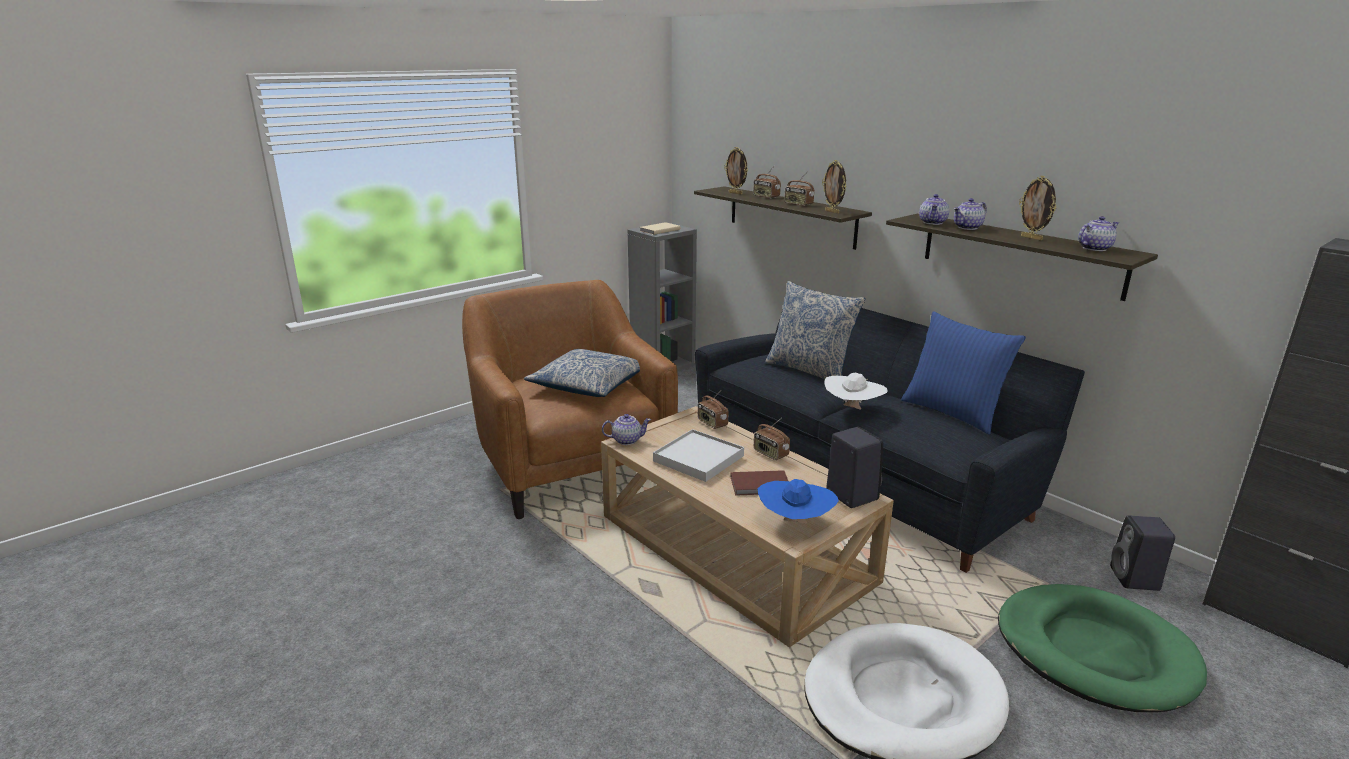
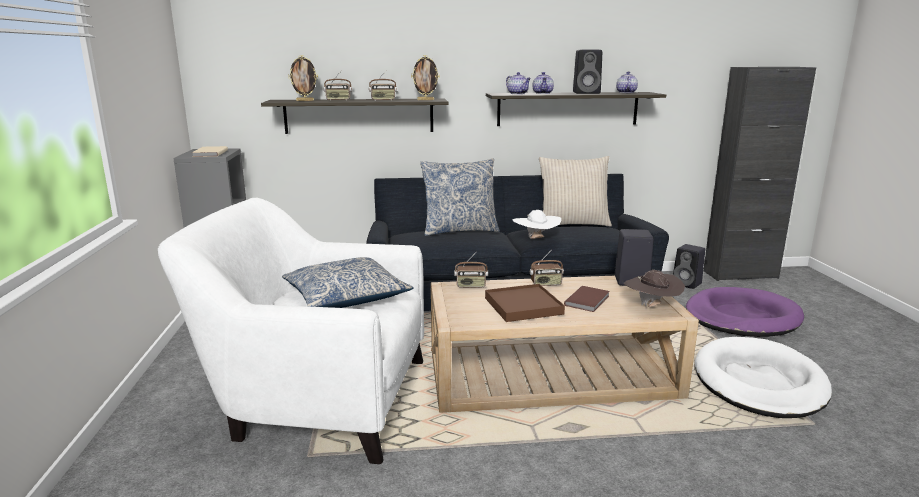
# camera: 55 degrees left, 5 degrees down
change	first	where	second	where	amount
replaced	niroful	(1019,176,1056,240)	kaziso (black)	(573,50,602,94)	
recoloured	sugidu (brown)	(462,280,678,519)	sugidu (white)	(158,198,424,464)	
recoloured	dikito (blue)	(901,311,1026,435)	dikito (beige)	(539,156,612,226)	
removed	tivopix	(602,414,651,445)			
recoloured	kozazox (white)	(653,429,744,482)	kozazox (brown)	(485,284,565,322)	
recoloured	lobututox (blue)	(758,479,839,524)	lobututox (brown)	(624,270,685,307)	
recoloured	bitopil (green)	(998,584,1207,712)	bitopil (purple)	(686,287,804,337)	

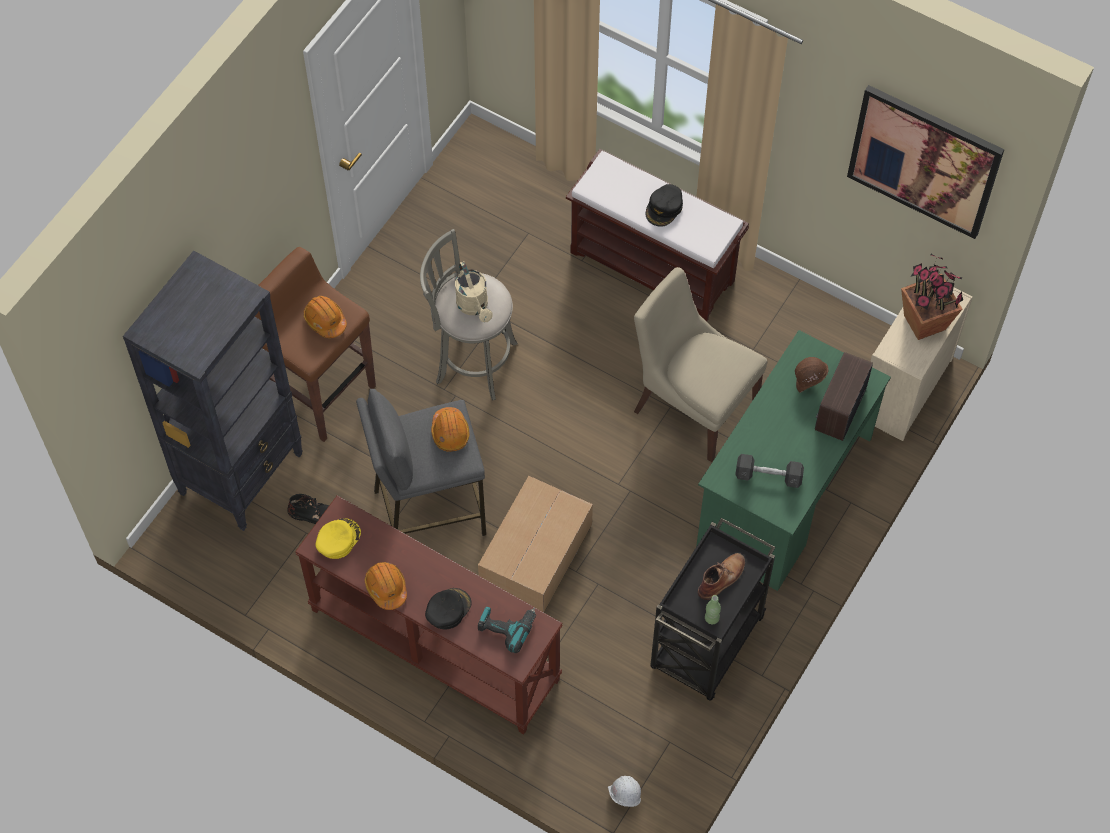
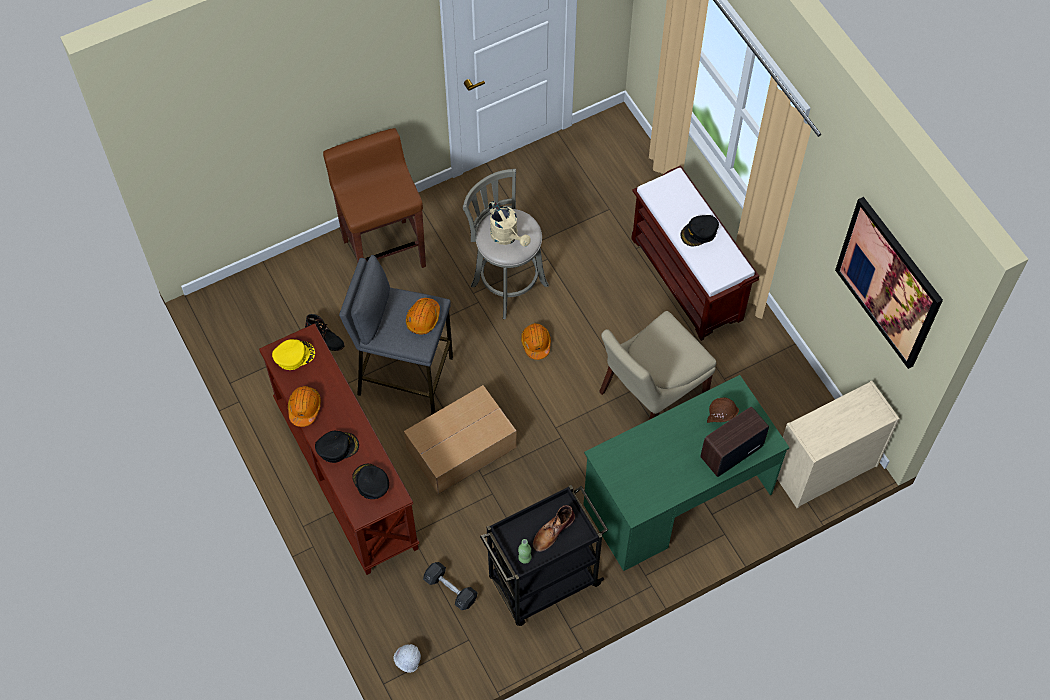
# camera: 30 degrees right, 0 degrees up
change	first	where	second	where	amount
removed	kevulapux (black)	(123,251,303,531)			
removed	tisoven	(901,254,963,340)			
turned	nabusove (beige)	(455,261,493,322)		(489,201,531,247)	45 degrees counterclockwise
turned	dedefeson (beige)	(634,267,767,462)		(599,311,716,420)	105 degrees counterclockwise
moved	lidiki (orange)	(303,296,347,338)		(521,323,551,360)	
moved	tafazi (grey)	(735,454,804,488)		(423,562,477,610)	
turned	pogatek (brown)	(698,553,745,600)		(533,505,575,552)	150 degrees clockwise
replaced	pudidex	(478,607,536,653)	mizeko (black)	(352,464,389,499)	

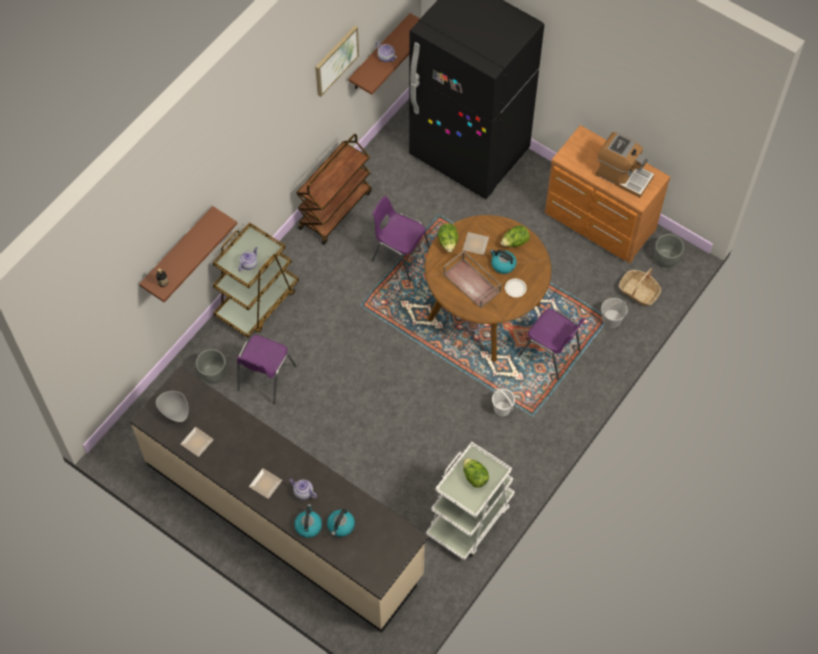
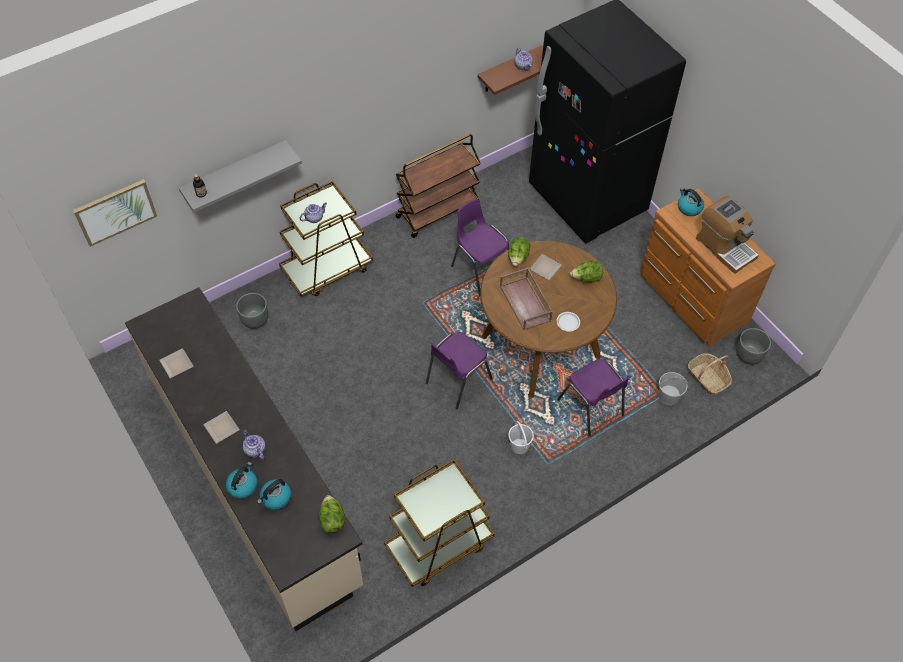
# camera: 20 degrees right, 5 degrees down
change	first	where	second	where	amount
moved	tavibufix	(315,26,359,97)		(73,179,157,247)	
recoloured	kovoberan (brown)	(139,206,237,302)	kovoberan (grey)	(179,140,302,213)	
moved	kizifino	(490,249,517,274)		(678,188,704,216)	
moved	dedefeson (purple)	(236,335,296,405)		(426,332,493,409)	
removed	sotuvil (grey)	(156,391,189,422)			
recoloured	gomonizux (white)	(426,442,515,561)	gomonizux (brown)	(384,459,495,587)	
moved	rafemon	(463,458,489,488)		(318,495,345,533)	

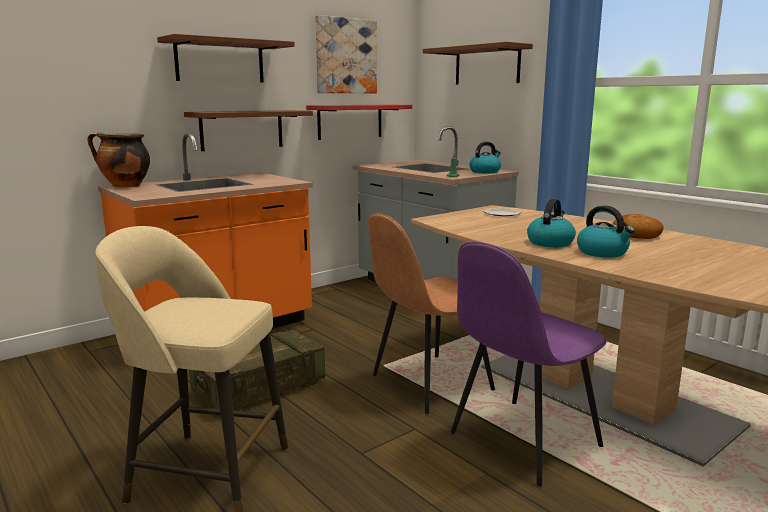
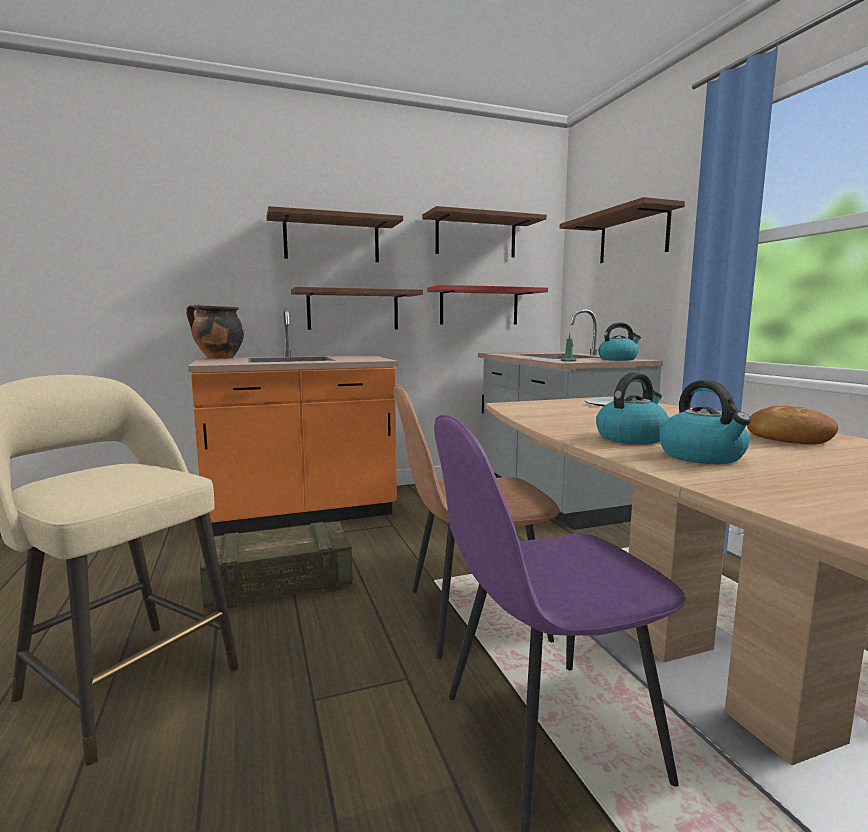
# camera: 20 degrees right, 5 degrees down
change	first	where	second	where	amount
replaced	tavibufix	(315,15,377,93)	kovoberan (brown)	(422,206,547,258)	

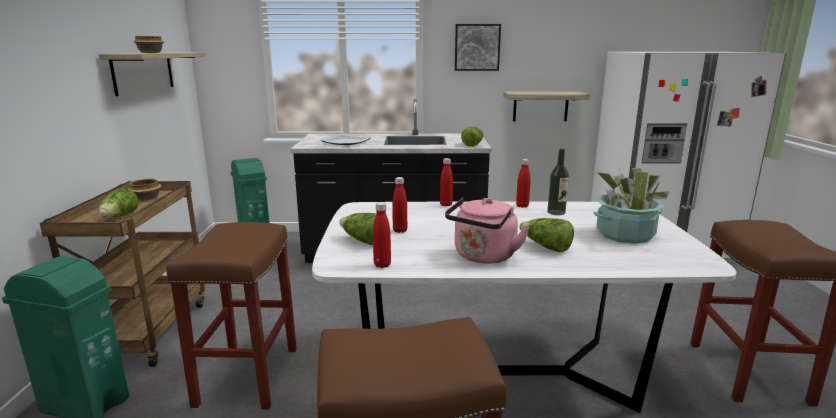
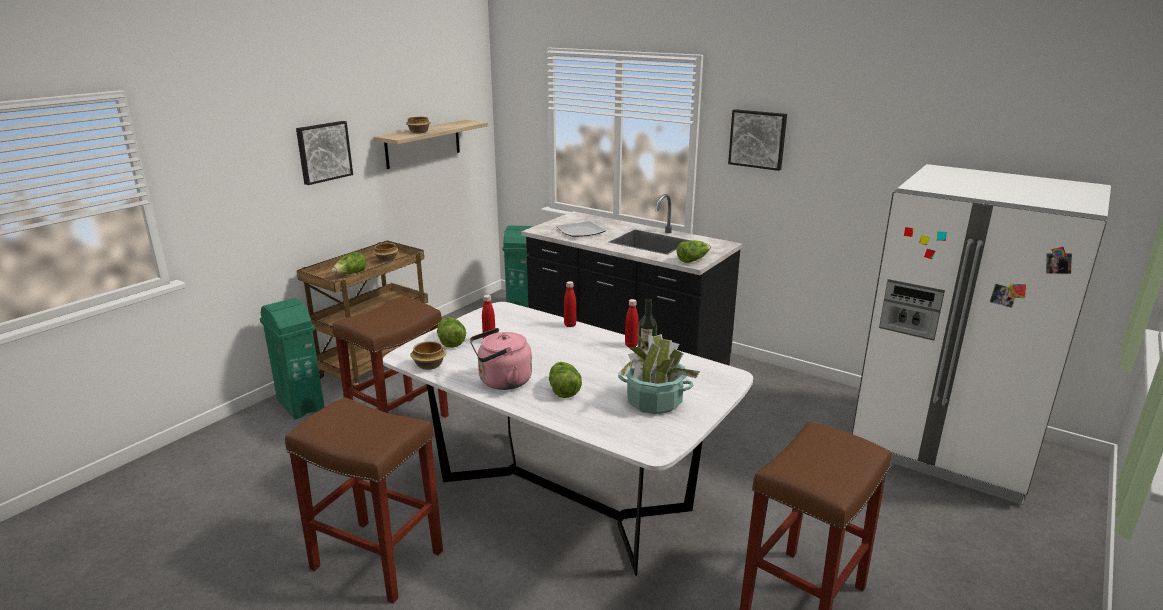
# camera: 35 degrees right, 5 degrees up
change	first	where	second	where	amount
removed	kovoberan	(503,92,590,121)			
replaced	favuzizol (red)	(373,202,391,268)	sotuvil	(410,341,446,370)	
added			tavibufix	(296,121,353,185)	

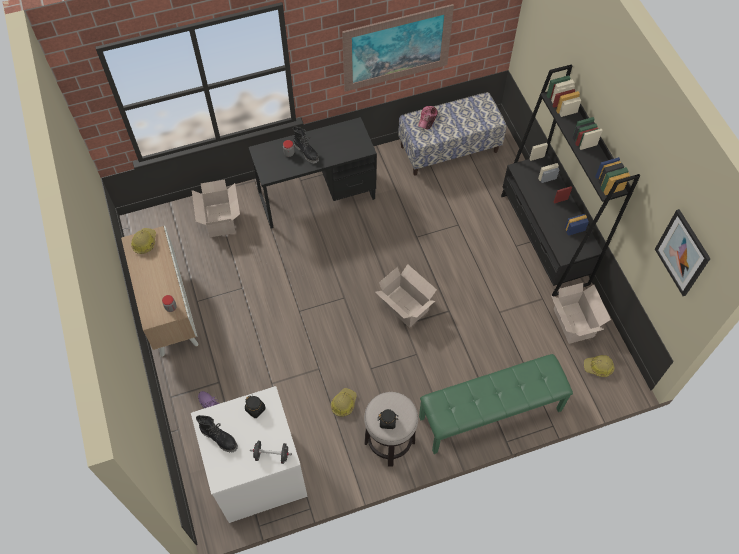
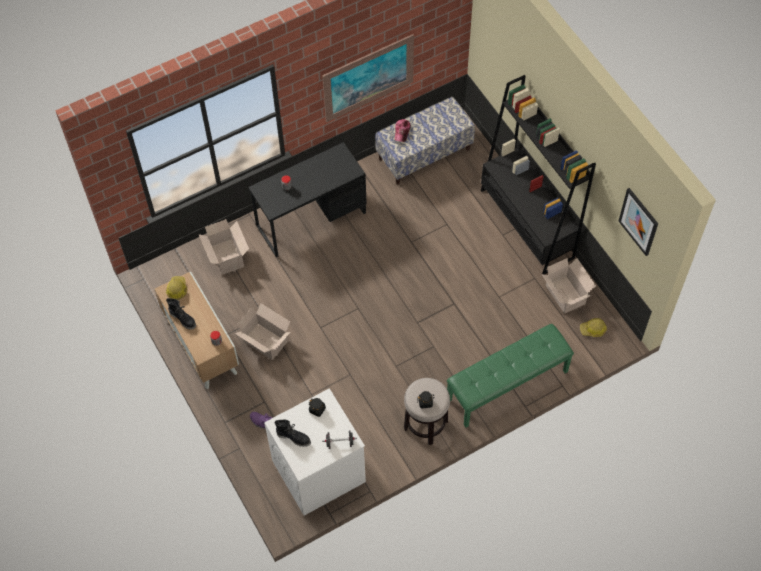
# camera: 10 degrees left, 0 degrees up
change	first	where	second	where	amount
moved	pogatek (black)	(293,126,319,164)		(166,298,196,330)	
moved	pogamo	(375,264,437,327)		(235,303,290,360)	
removed	lidiki	(331,388,357,417)			

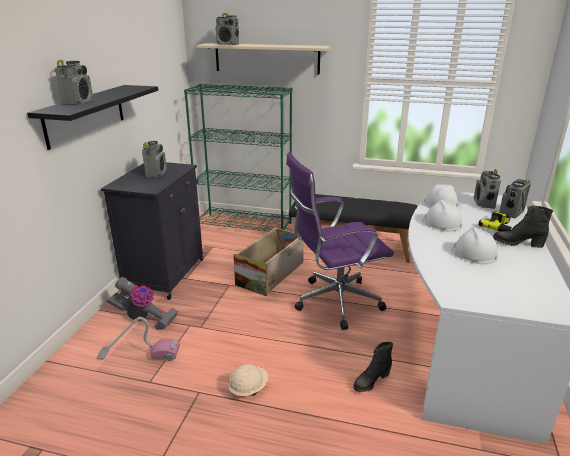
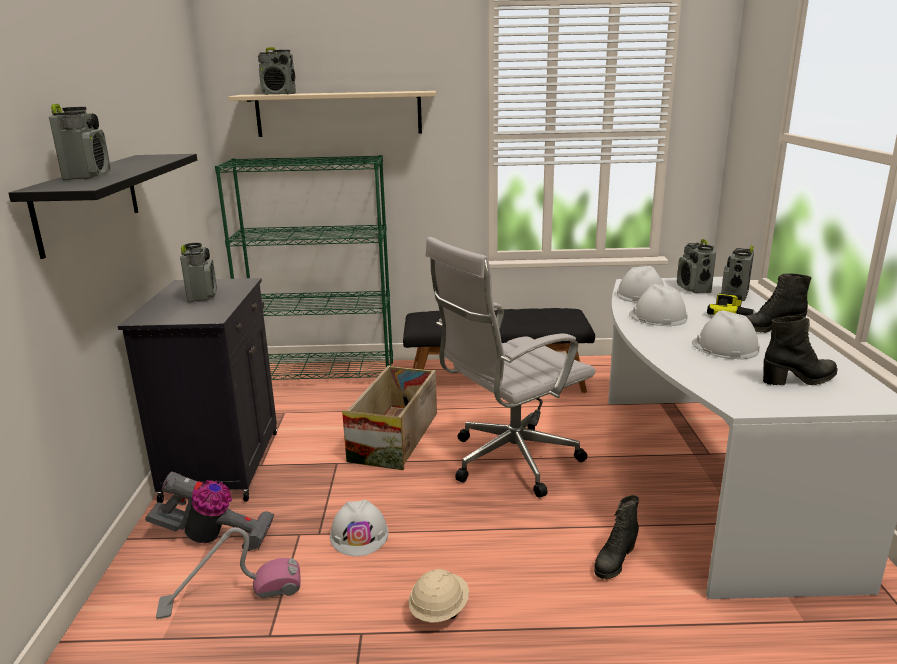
# camera: 15 degrees left, 5 degrees down
change	first	where	second	where	amount
recoloured	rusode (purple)	(286,152,394,330)	rusode (white)	(425,237,595,498)	
added			pogatek (black)	(763,316,838,385)	
added			lidiki (white)	(330,500,389,556)	

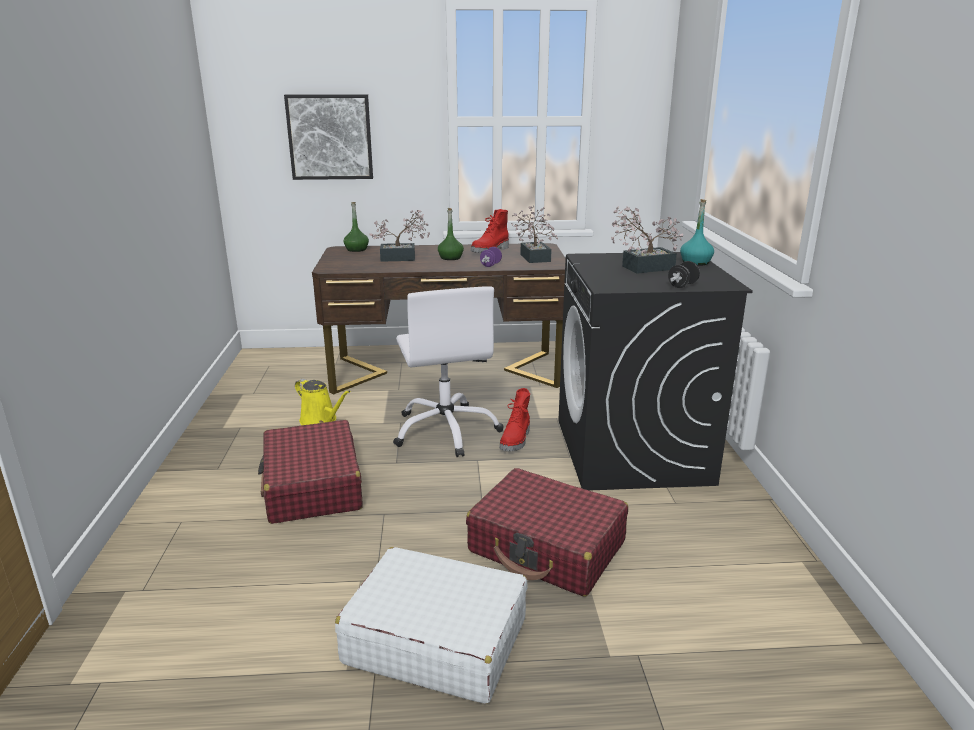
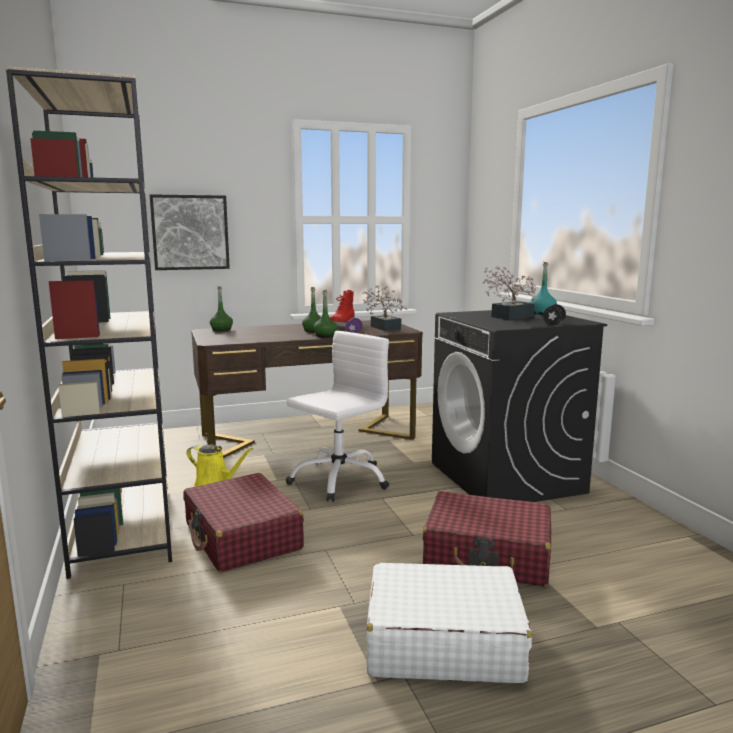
# camera: 15 degrees left, 10 degrees down
change	first	where	second	where	amount
removed	tisoven	(369,210,430,262)			
turned	rusode (white)	(393,286,504,457)		(286,331,389,502)	105 degrees counterclockwise
removed	pogatek (red)	(500,388,530,451)			
added			kevulapux (beige)	(6,67,172,579)	
added			favuzizol (green)	(313,290,338,338)	

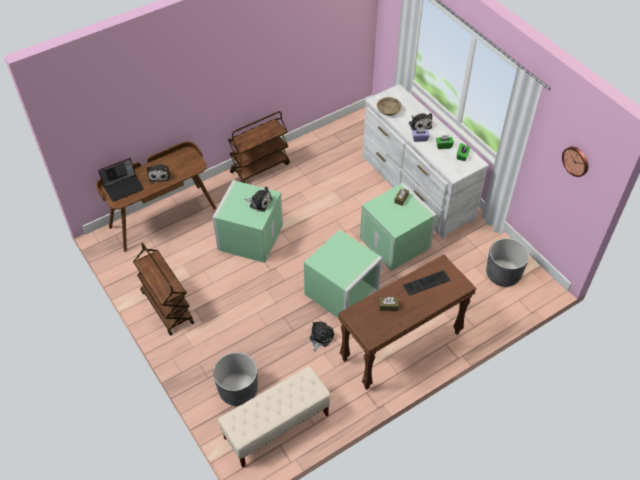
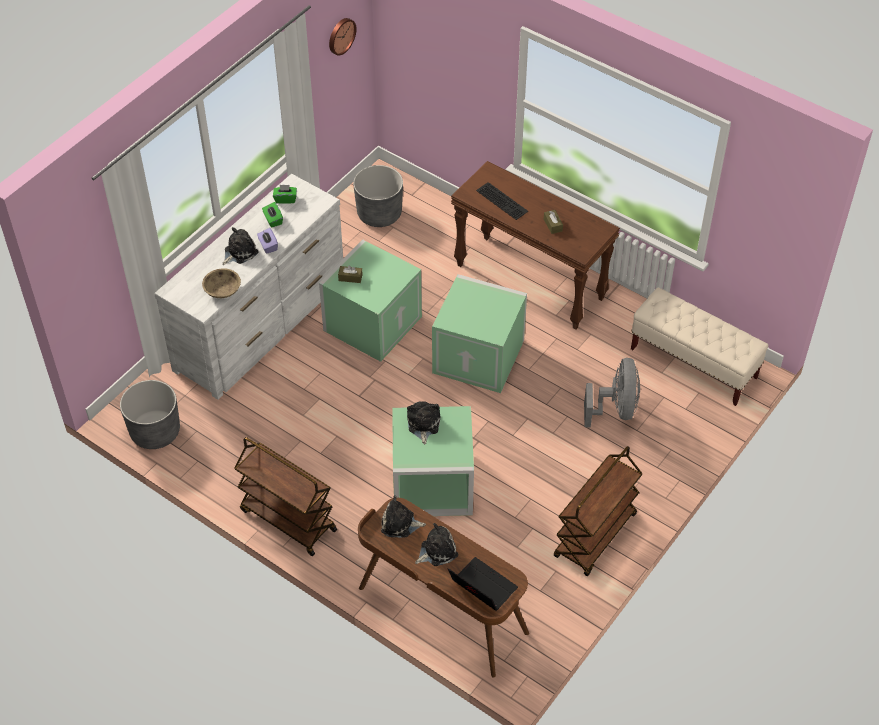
# camera: 110 degrees left, 0 degrees up
change	first	where	second	where	amount
moved	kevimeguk	(310,321,334,351)		(381,495,426,538)	
moved	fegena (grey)	(213,352,258,406)		(120,380,180,449)	
added			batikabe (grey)	(584,358,640,427)	

